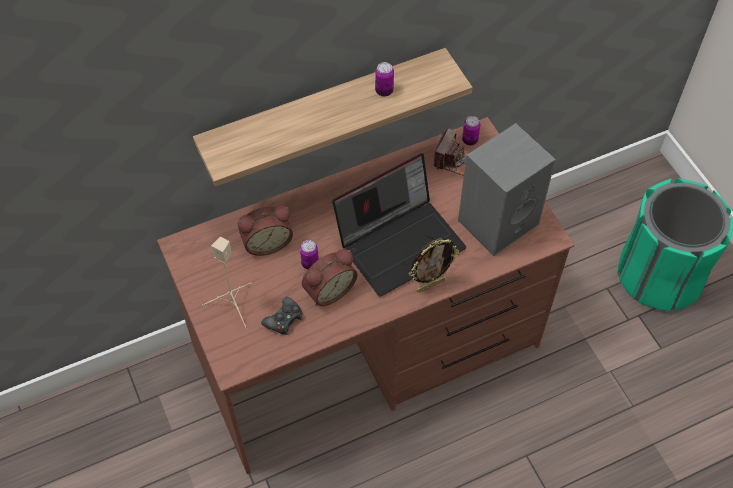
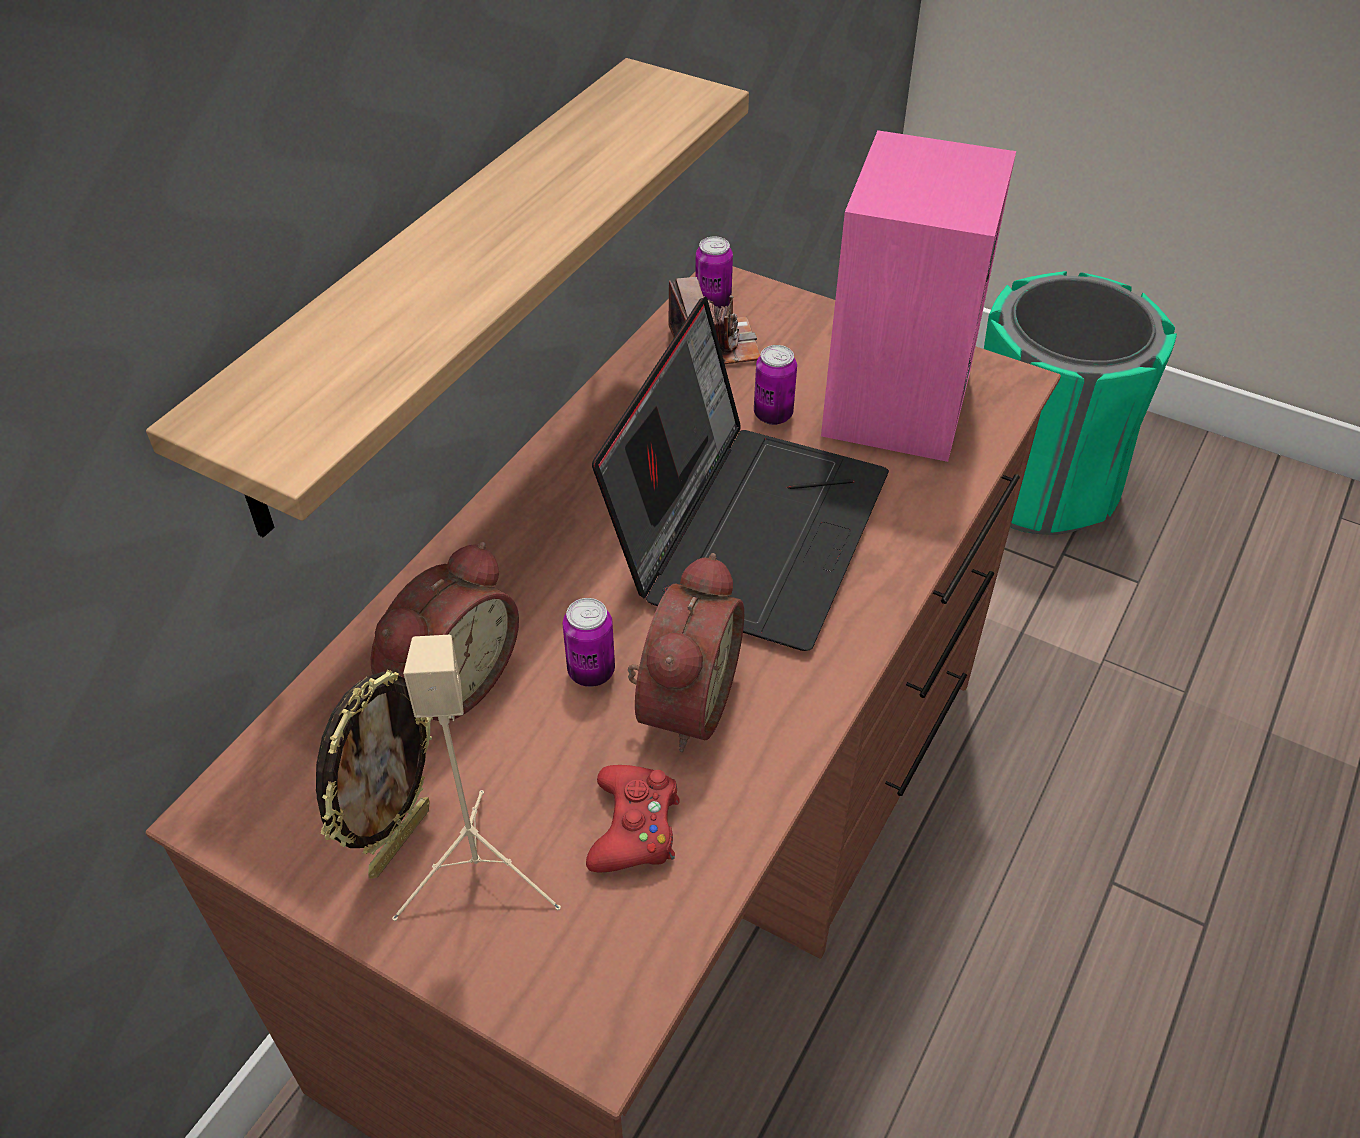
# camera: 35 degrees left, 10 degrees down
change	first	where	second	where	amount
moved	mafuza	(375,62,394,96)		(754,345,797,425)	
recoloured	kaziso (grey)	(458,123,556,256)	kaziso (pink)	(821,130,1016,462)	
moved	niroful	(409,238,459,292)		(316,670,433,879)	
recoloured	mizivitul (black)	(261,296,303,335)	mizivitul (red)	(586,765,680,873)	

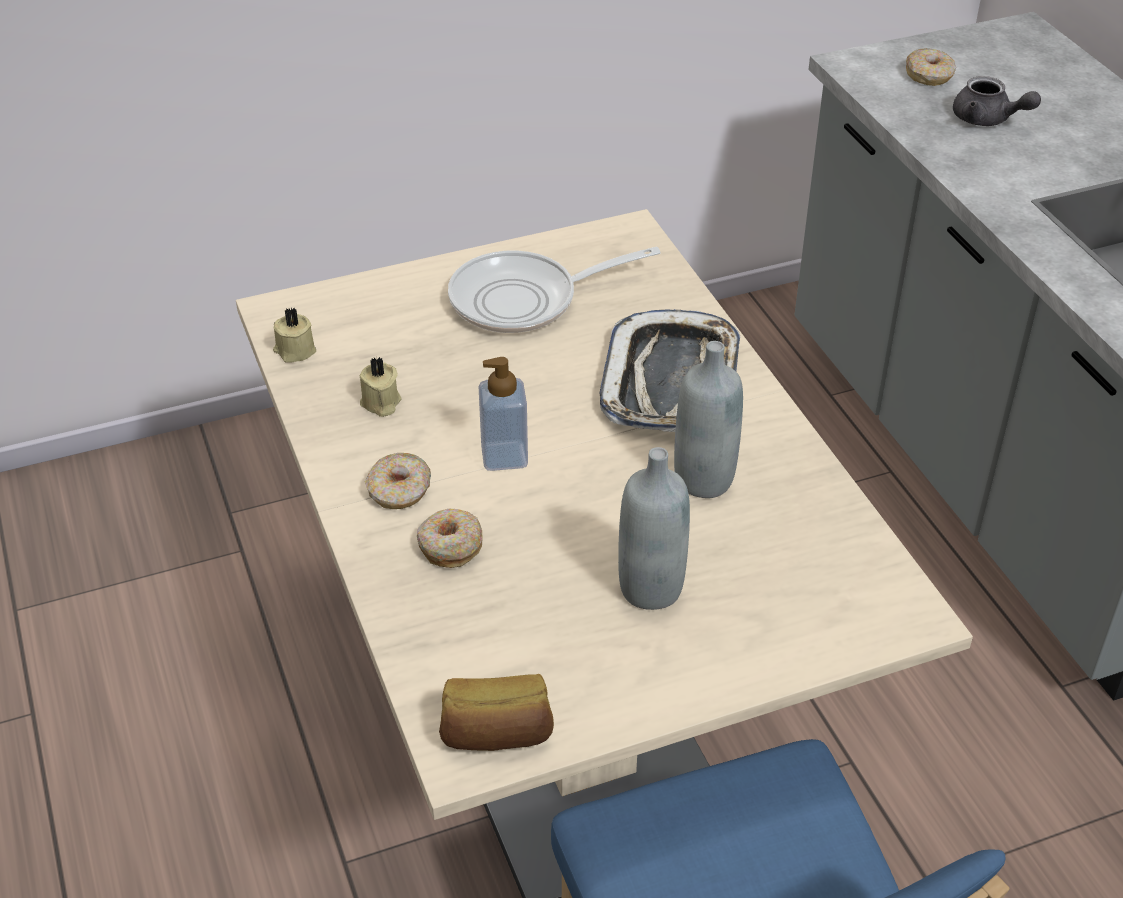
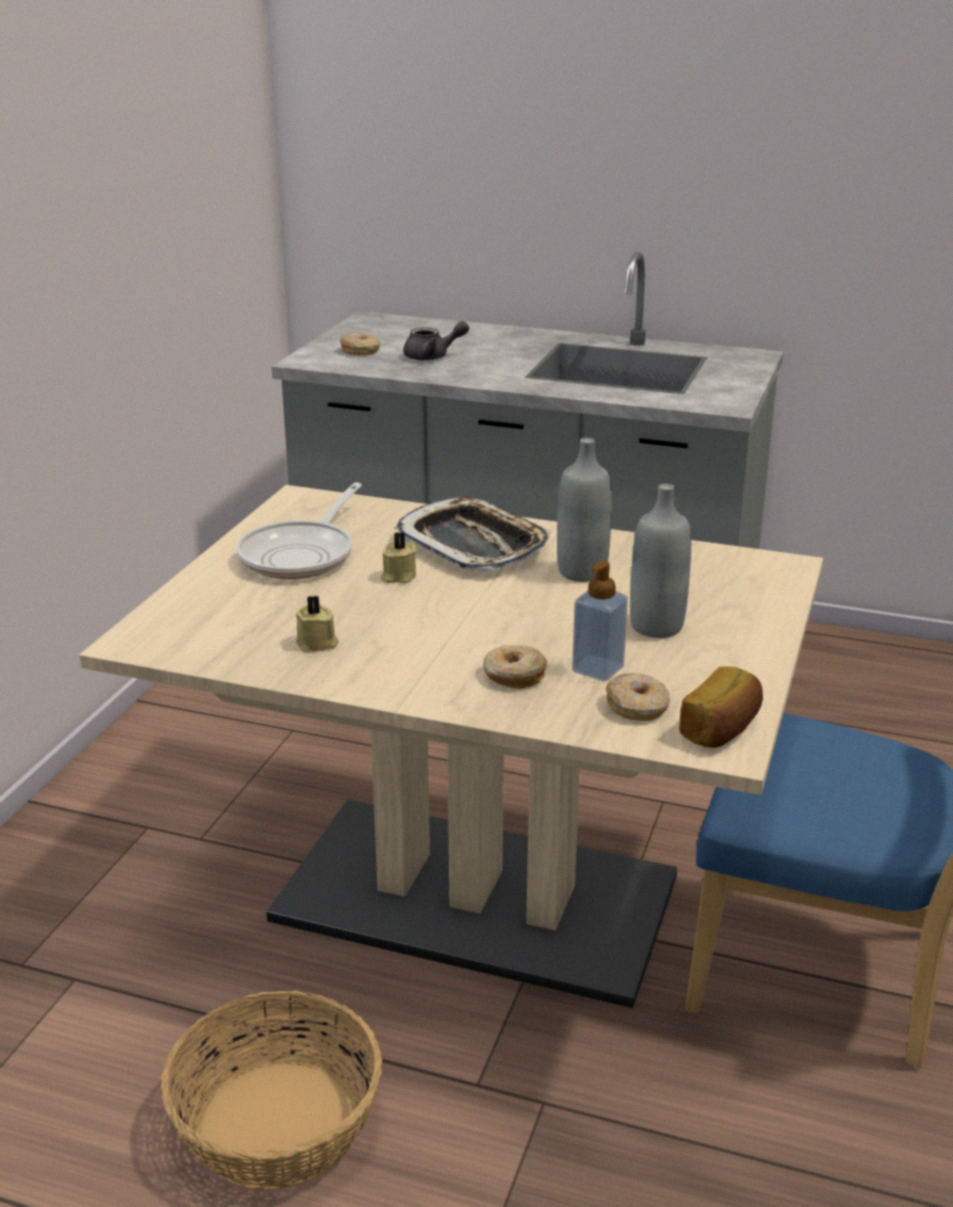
# camera: 50 degrees left, 15 degrees down
change	first	where	second	where	amount
moved	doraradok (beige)	(273,308,316,363)		(381,532,416,583)	
moved	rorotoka	(479,357,528,471)		(572,561,628,681)	
moved	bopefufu	(365,453,431,509)		(606,673,670,721)	
added			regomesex	(161,991,382,1190)	

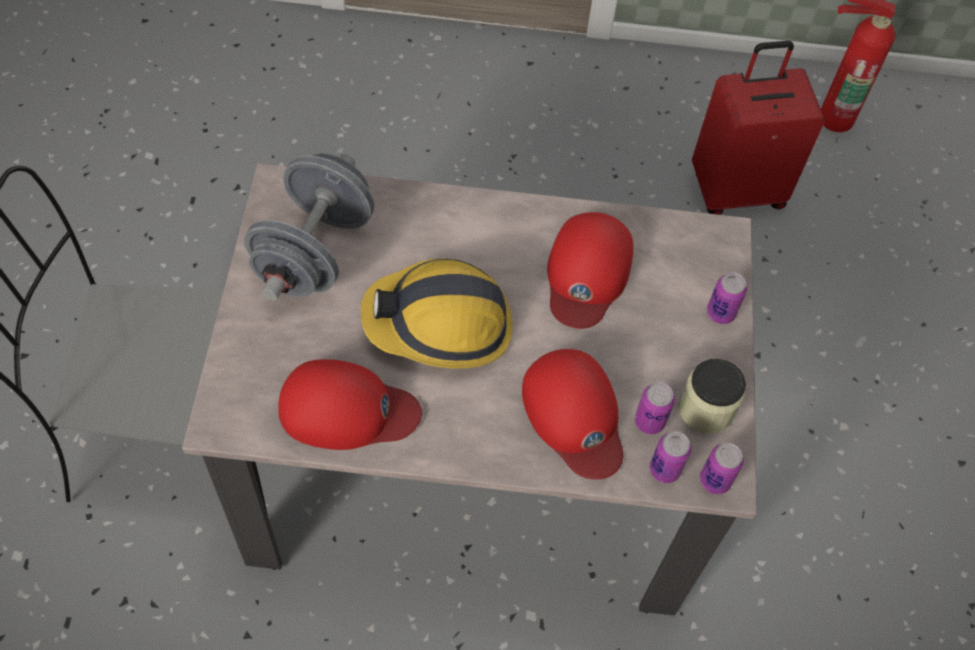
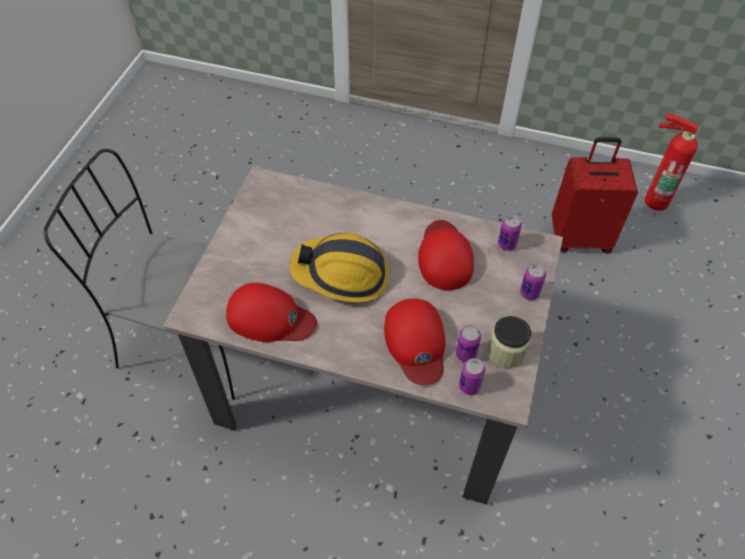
# camera: 15 degrees right, 5 degrees down
change	first	where	second	where	amount
removed	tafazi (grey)	(244,153,375,300)			
turned	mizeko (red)	(547,212,633,329)		(418,220,474,290)	150 degrees clockwise
moved	mafuza	(700,443,744,494)		(498,215,522,251)	

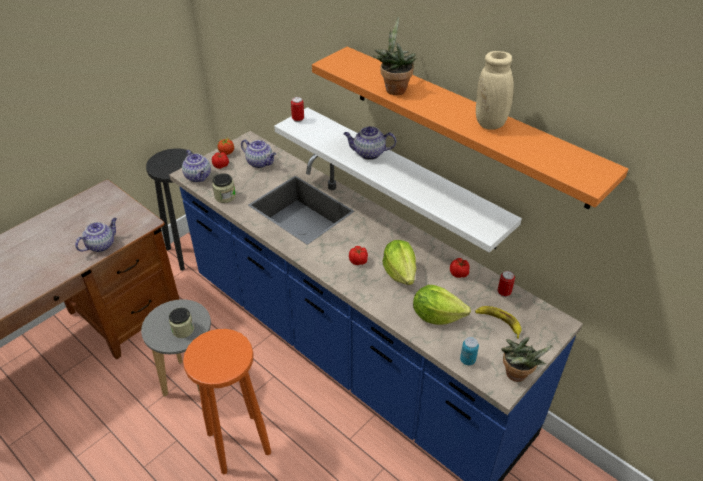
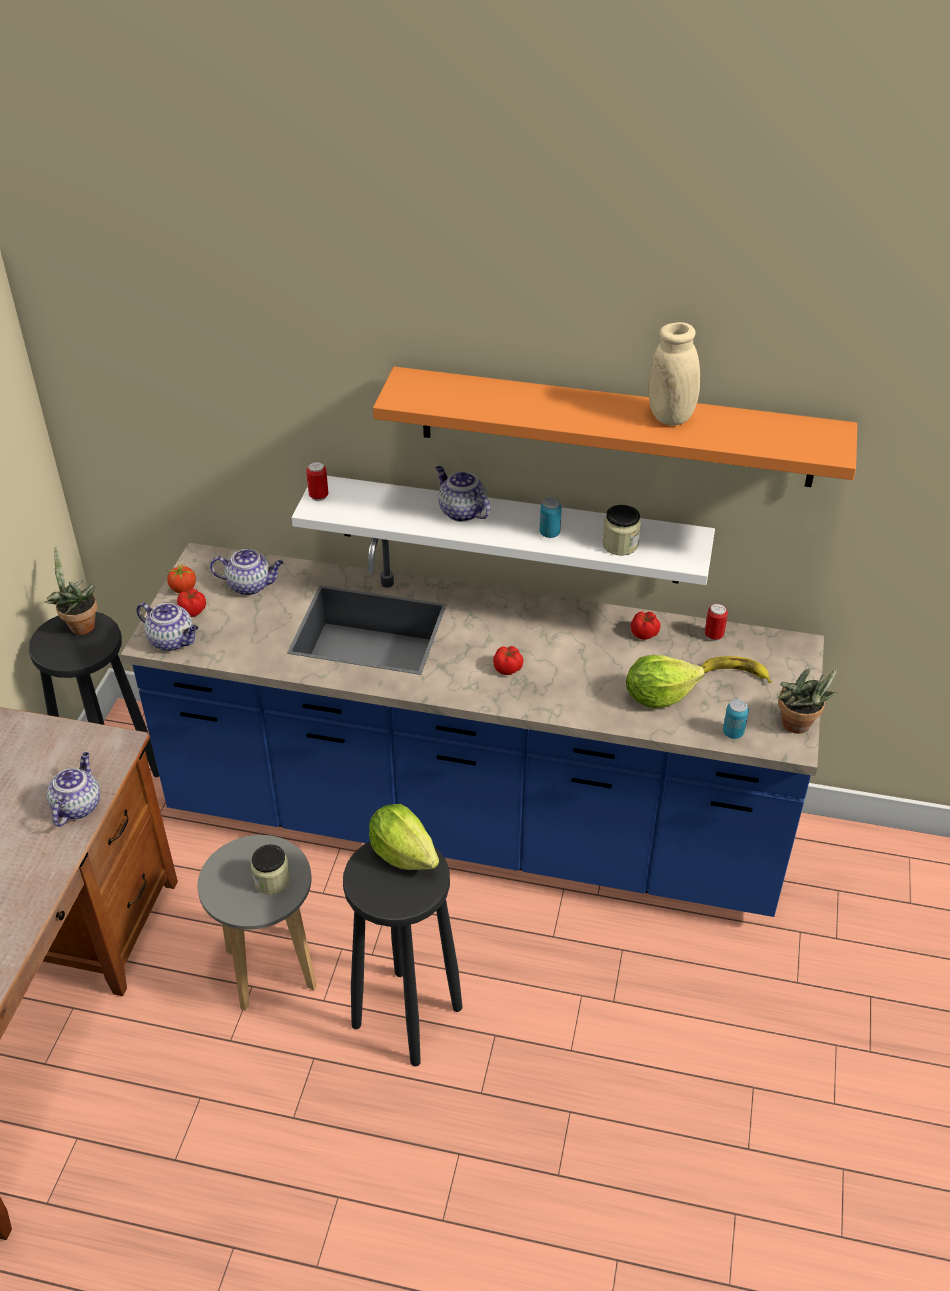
# camera: 30 degrees left, 0 degrees up
change	first	where	second	where	amount
moved	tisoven	(373,17,417,95)		(45,546,98,635)	
turned	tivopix	(344,126,396,160)		(436,466,490,522)	75 degrees clockwise
moved	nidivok	(212,173,236,203)		(602,505,641,556)	
moved	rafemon	(382,240,416,285)		(369,804,439,870)	
recoloured	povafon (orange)	(183,329,271,474)	povafon (black)	(343,841,462,1066)	
added			mafuza	(540,498,562,538)	

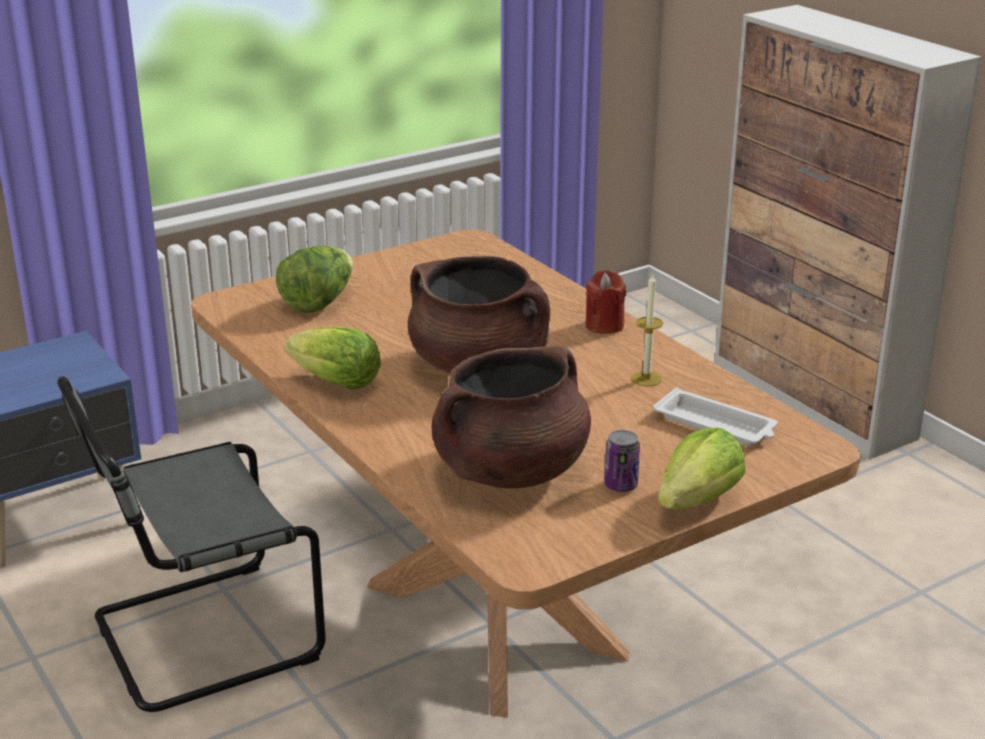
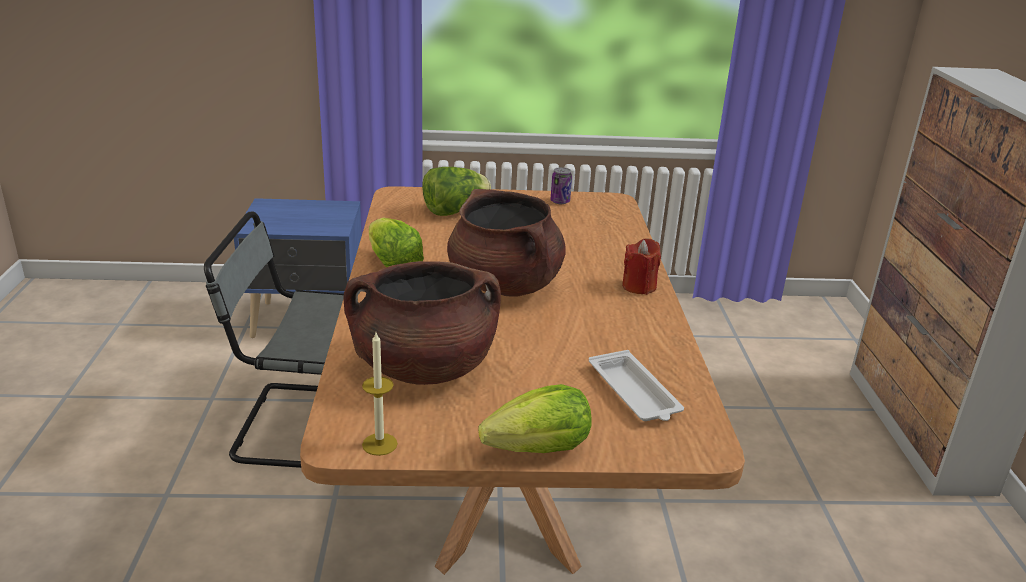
# camera: 30 degrees right, 0 degrees up
change	first	where	second	where	amount
moved	doraradok	(631,273,663,386)		(362,333,398,456)	
moved	mafuza	(604,430,640,492)		(550,167,572,204)	

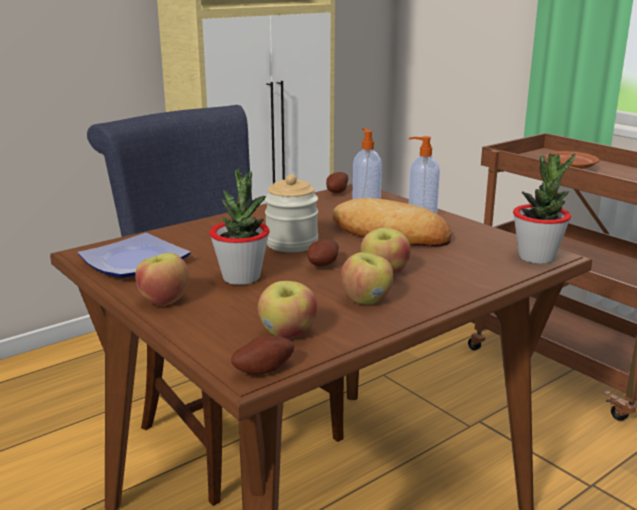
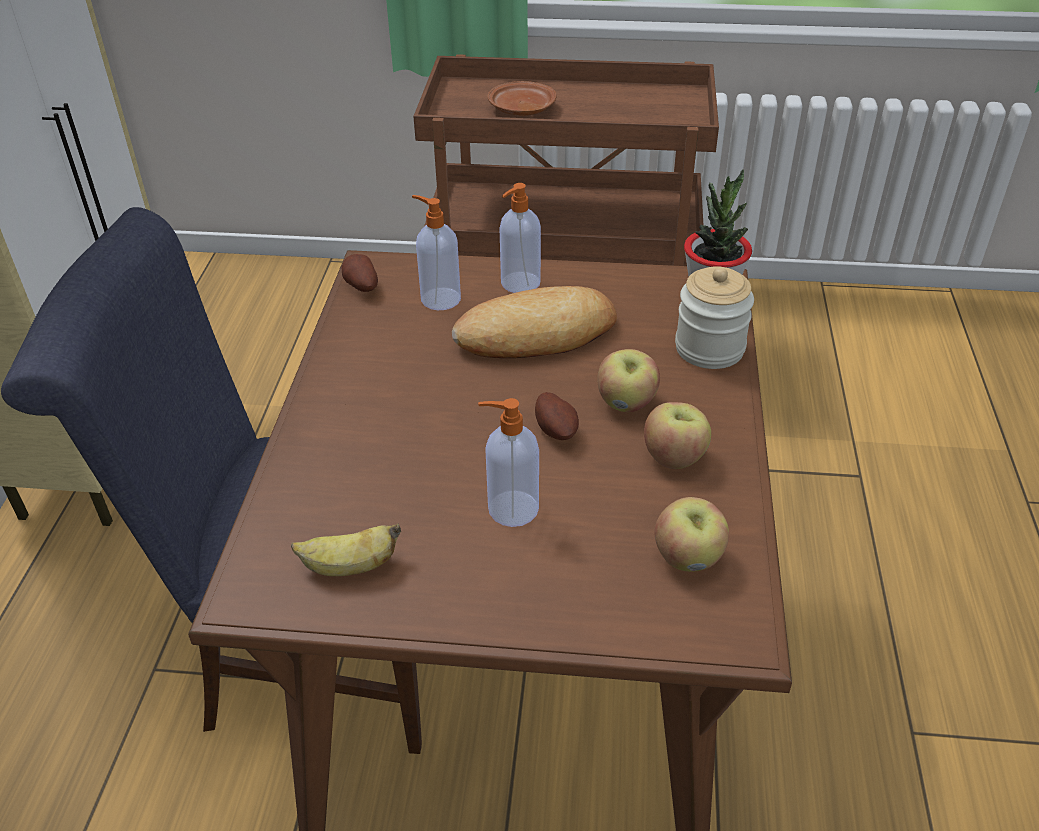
# camera: 45 degrees left, 20 degrees up
change	first	where	second	where	amount
replaced	tisoven	(209,168,270,285)	rorotoka	(478,398,539,527)	
moved	nidivok	(264,174,318,252)		(675,266,754,369)	
replaced	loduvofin	(78,233,191,278)	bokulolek	(291,524,401,576)	
removed	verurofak	(135,253,189,306)			
removed	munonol	(231,336,295,375)			

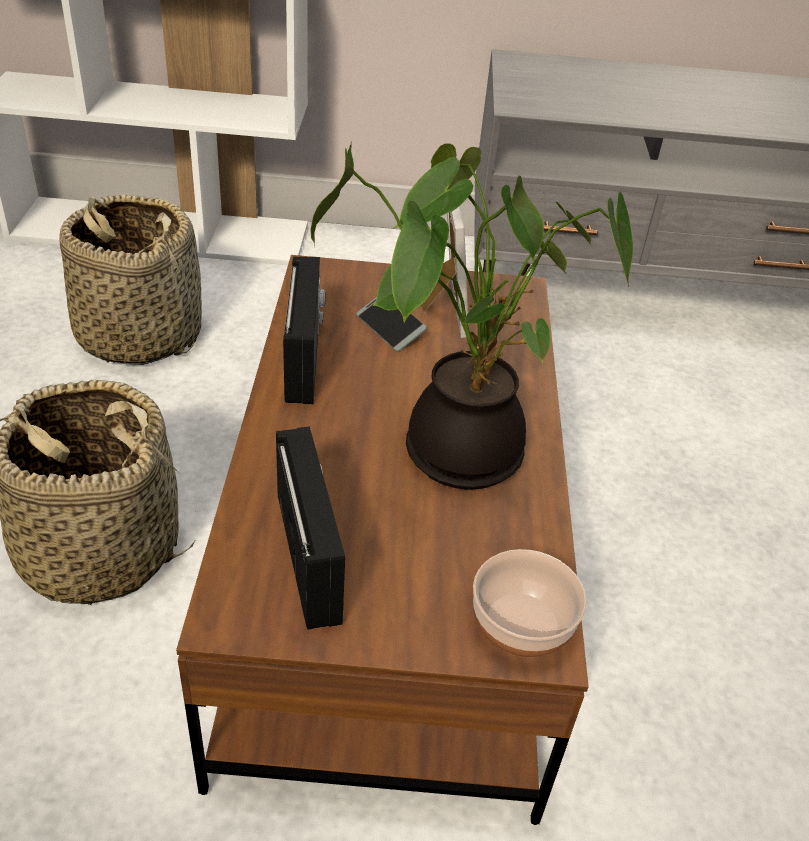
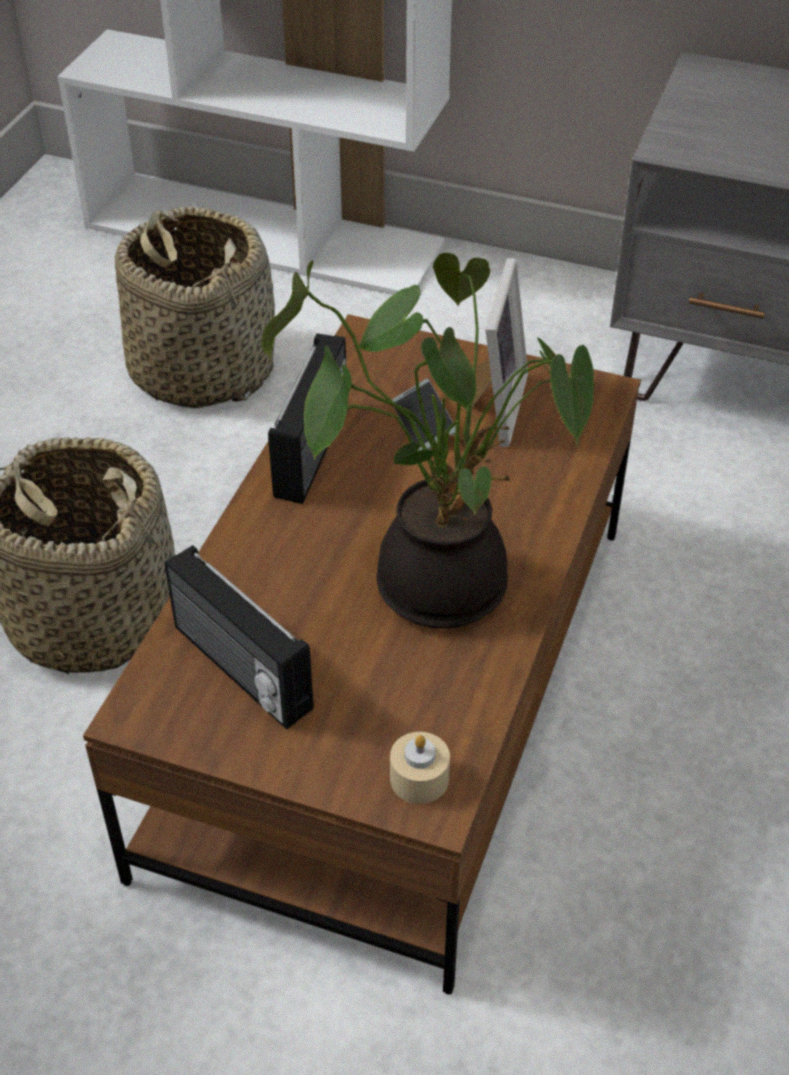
# camera: 20 degrees right, 5 degrees up
change	first	where	second	where	amount
turned	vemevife	(276,426,345,629)		(165,545,314,730)	135 degrees clockwise
replaced	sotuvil	(473,549,587,658)	doraradok (beige)	(390,732,450,804)	

